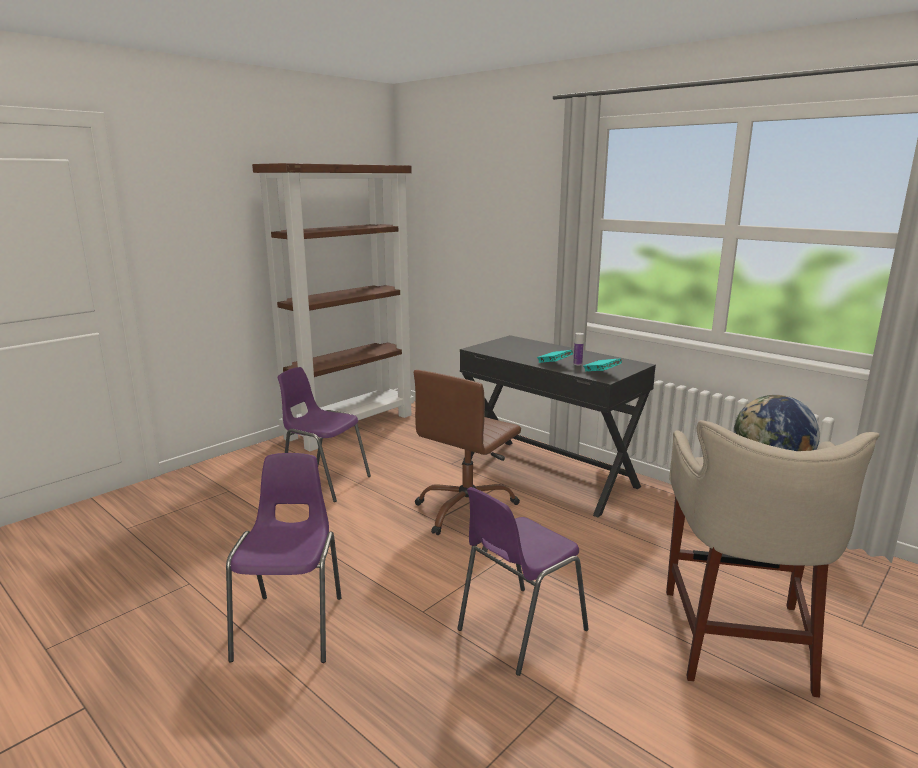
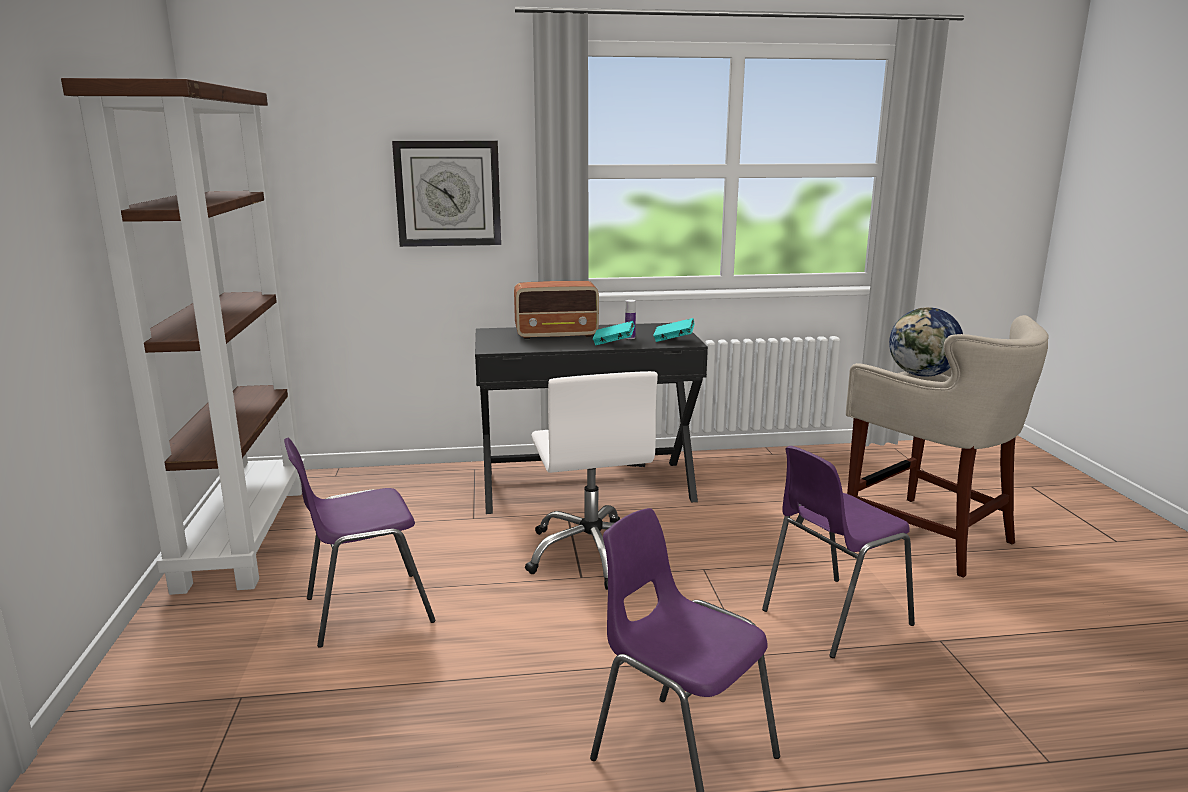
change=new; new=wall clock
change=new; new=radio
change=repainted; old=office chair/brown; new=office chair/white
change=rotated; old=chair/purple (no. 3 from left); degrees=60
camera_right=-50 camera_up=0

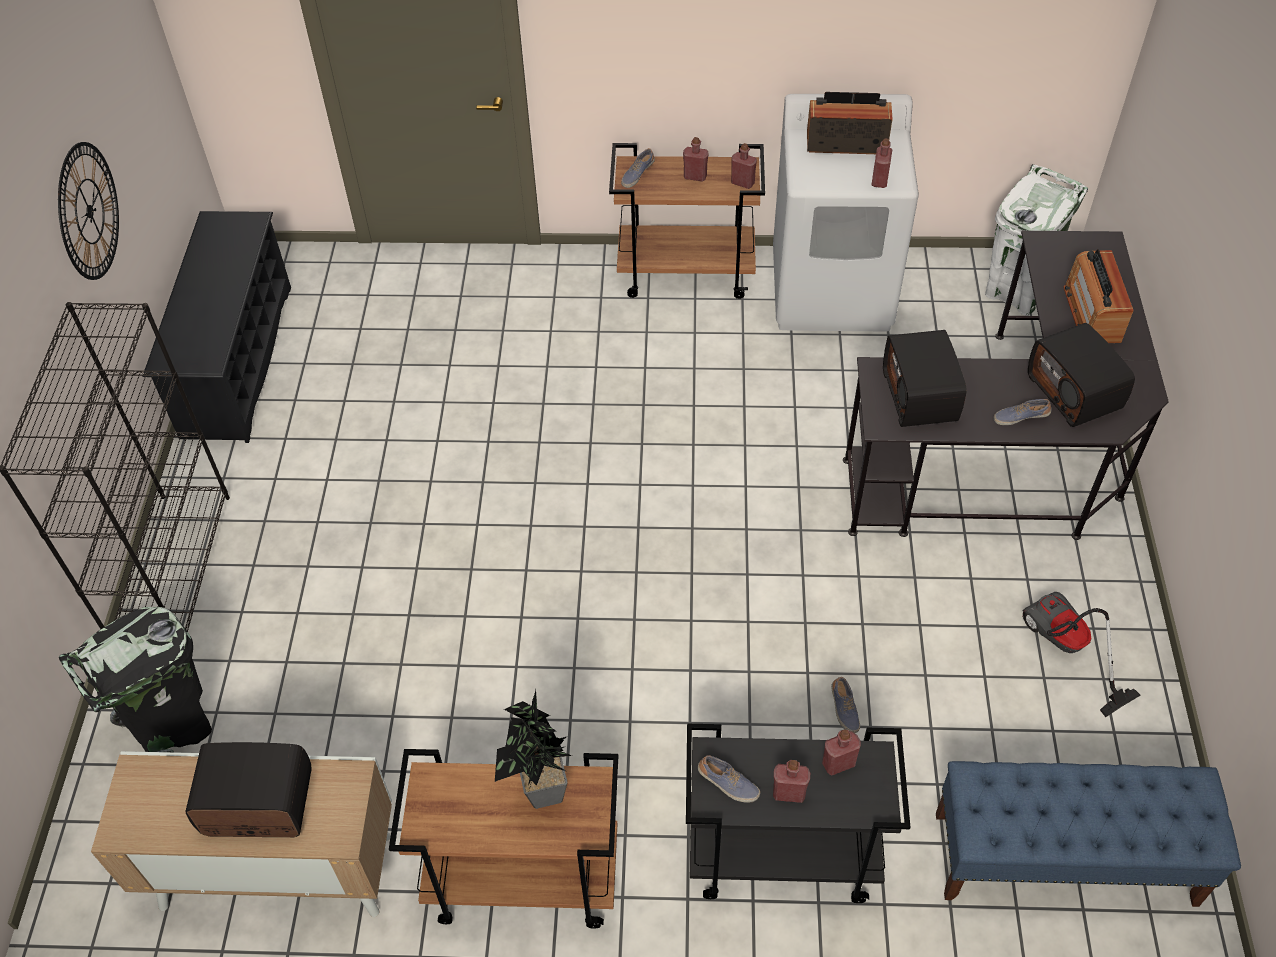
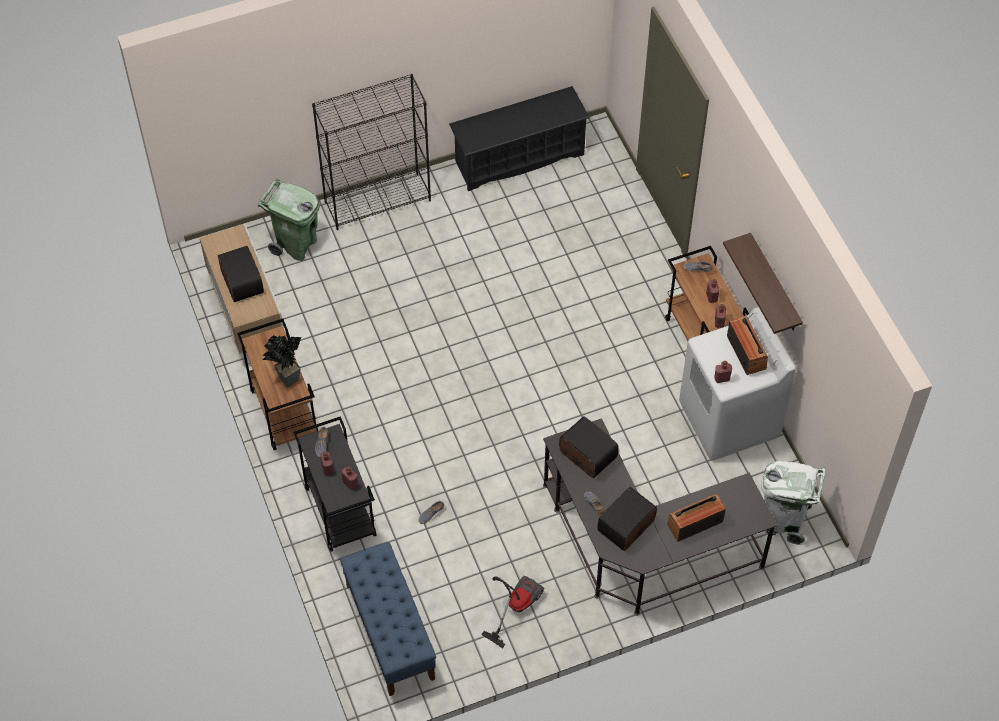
change=repainted; old=trash can/black; new=trash can/green
change=rotated; old=radio (no. 3 from left in the first image); degrees=75
change=new; new=shelf
change=gone; old=wall clock
camera_right=65 camera_up=5

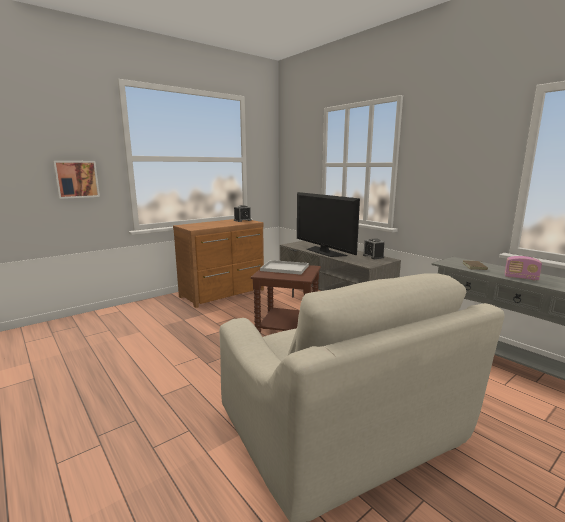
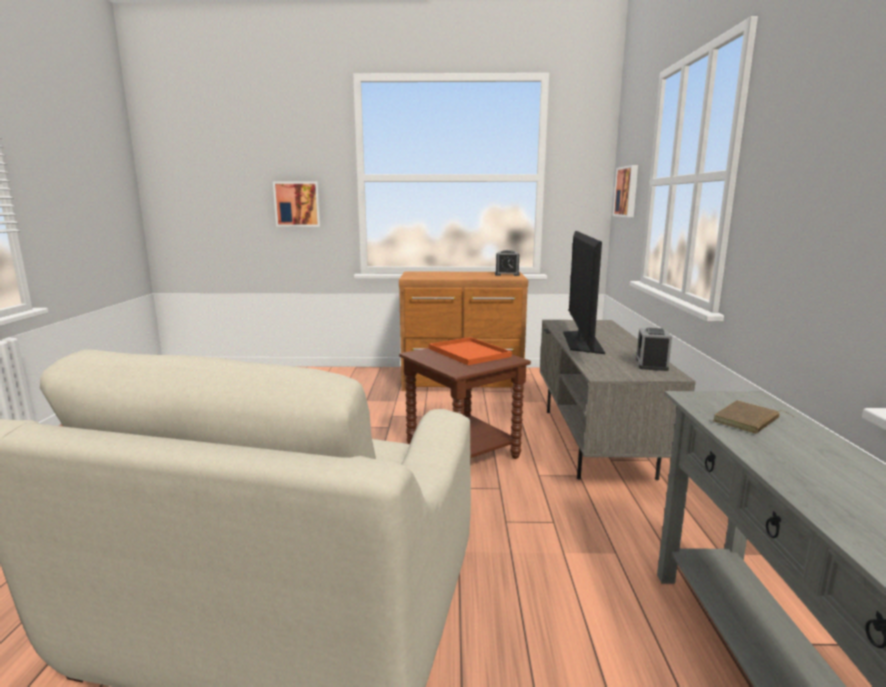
change=repainted; old=tray/white; new=tray/orange
change=new; new=picture (no. 2 from left)
change=gone; old=radio
camera_right=40 camera_up=0

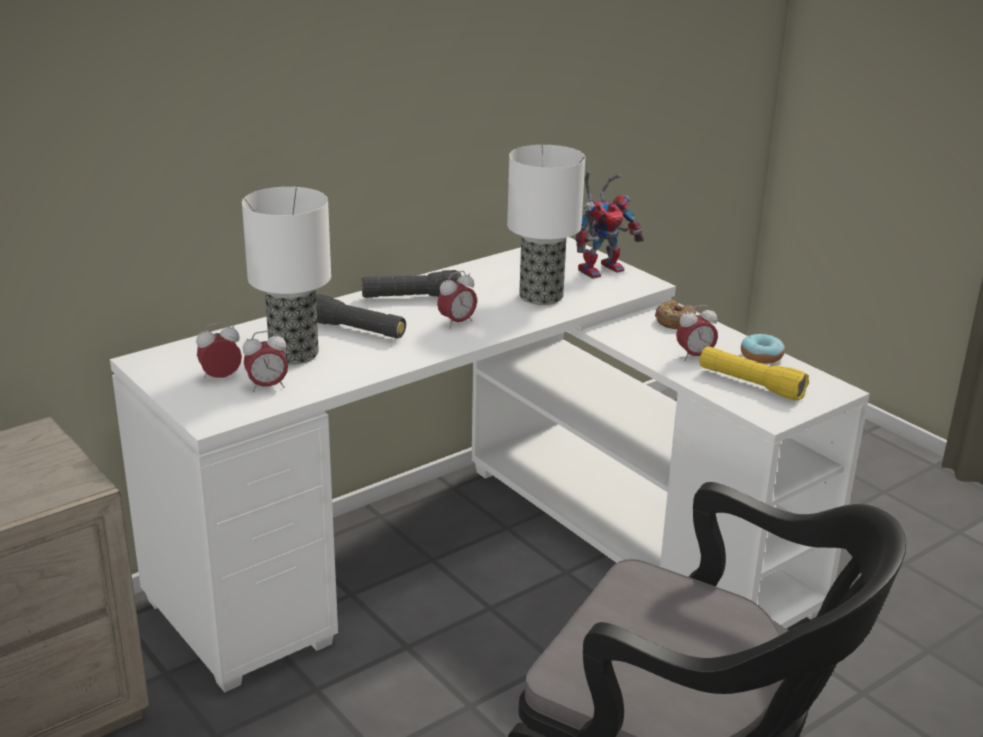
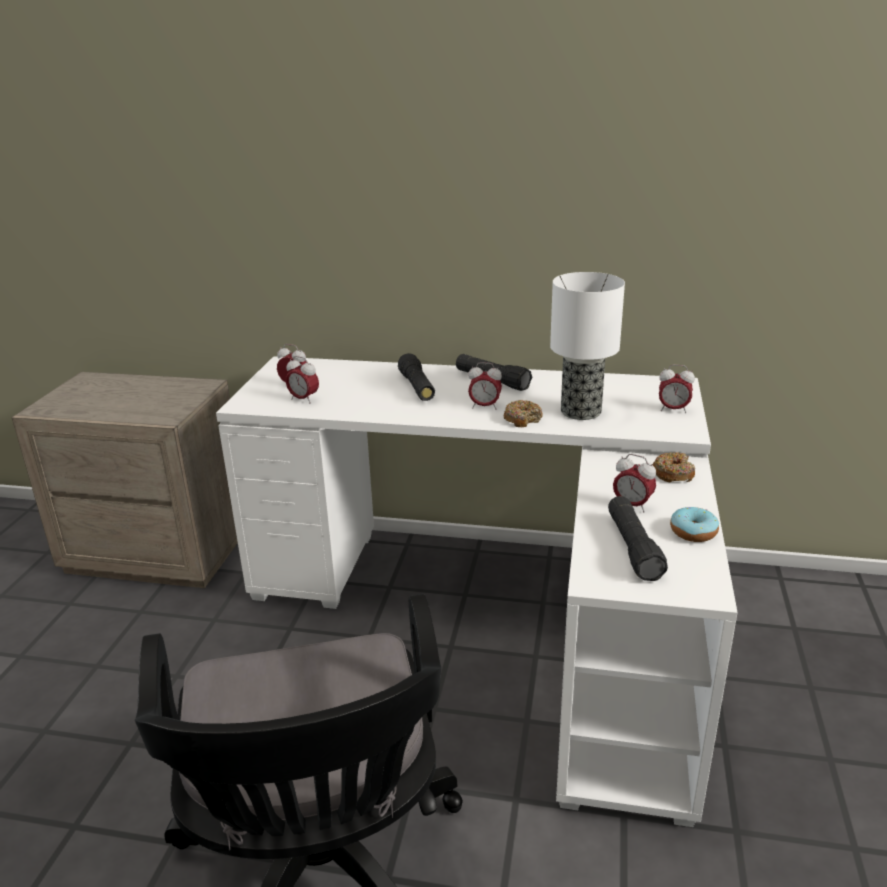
change=new; new=donut (no. 1 from left)
change=repainted; old=flashlight/yellow; new=flashlight/black (no. 3 from left)
change=swapped; old=toy robot; new=alarm clock (no. 5 from left)
change=gone; old=table lamp (no. 1 from left)
camera_right=50 camera_up=0

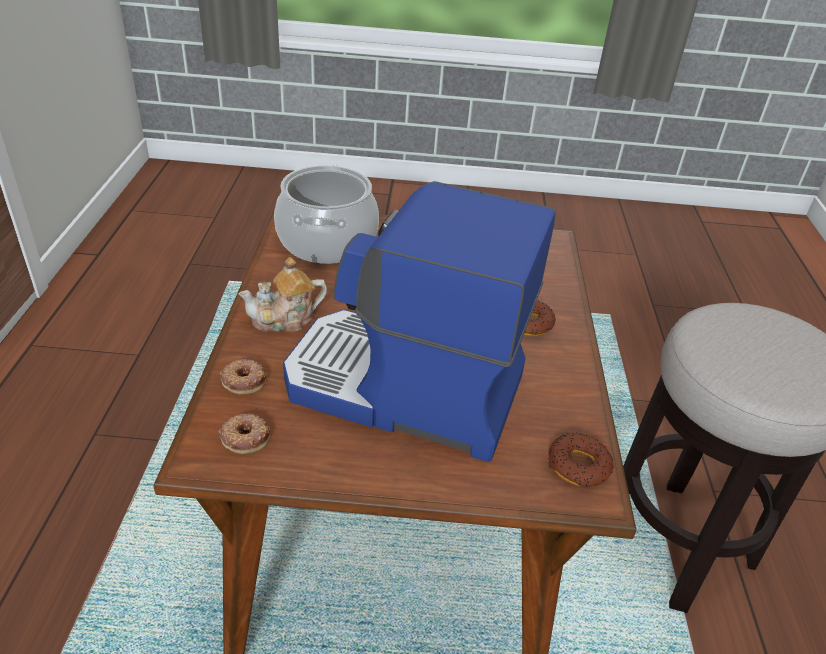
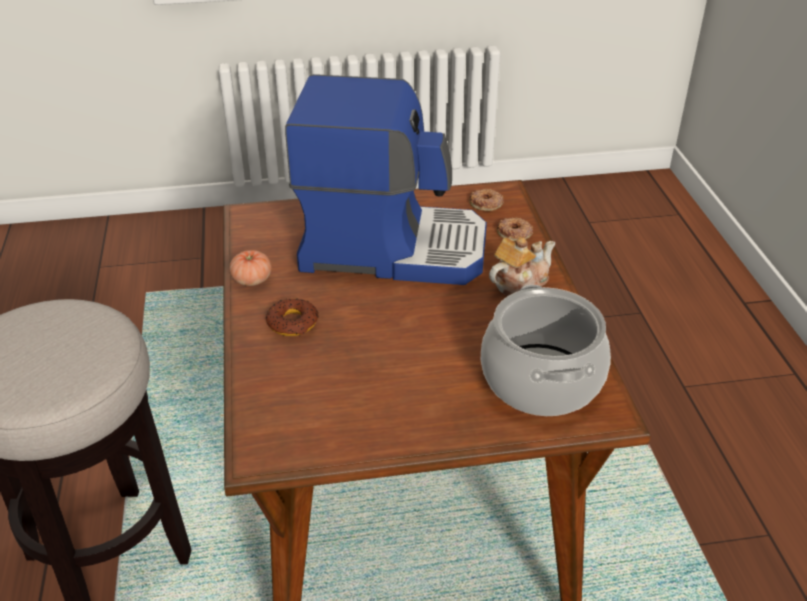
change=new; new=tomato
change=gone; old=donut (no. 4 from left)
camera_right=170 camera_up=0

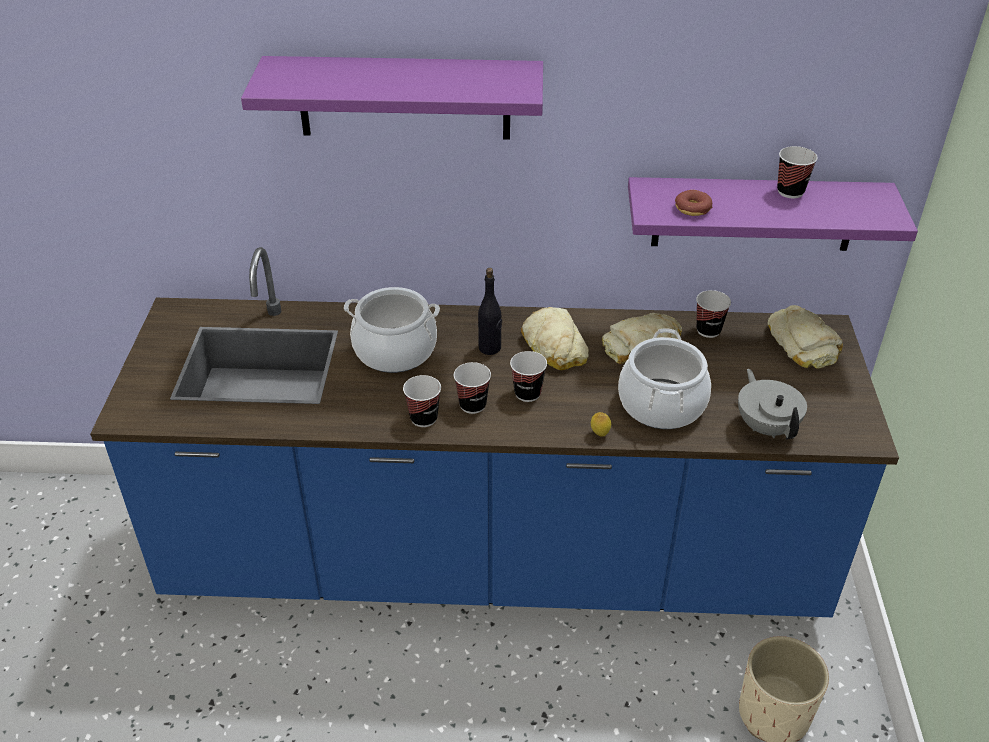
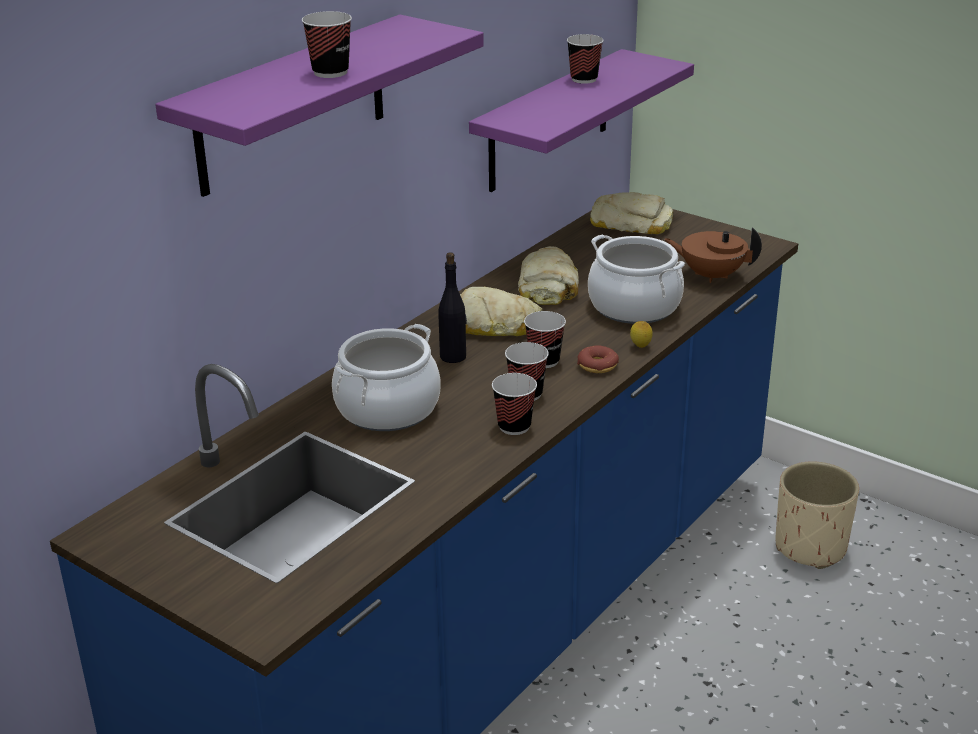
change=shifted; old=cup (no. 4 from left in the first image); new=cup (no. 1 from left)
change=shifted; old=donut
change=repainted; old=teapot/grey; new=teapot/brown
camera_right=-55 camera_up=-10

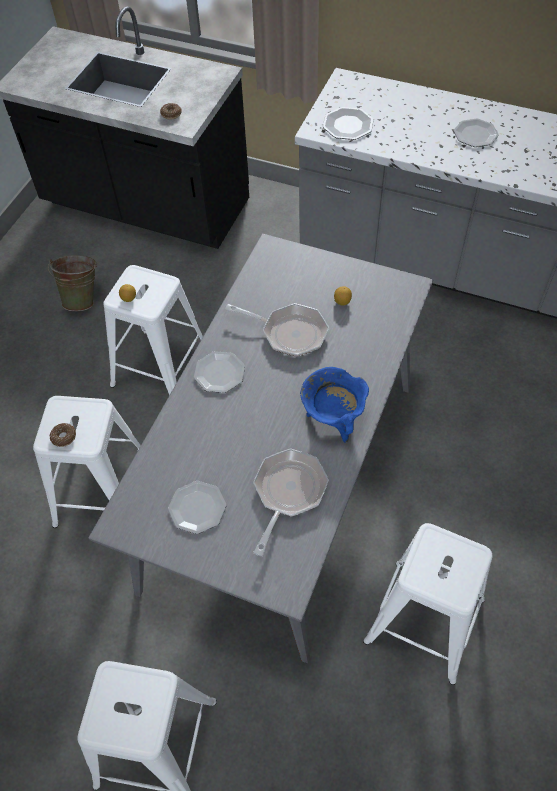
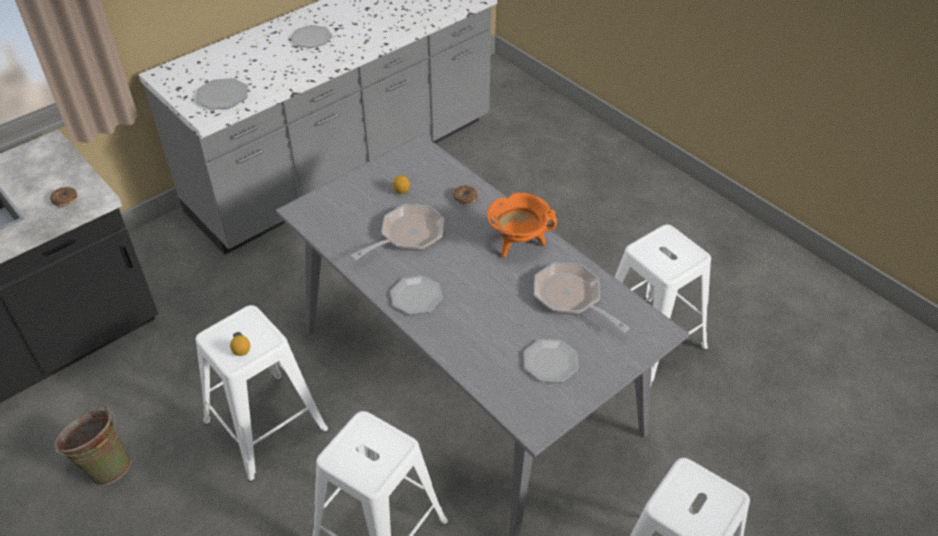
change=shifted; old=donut (no. 1 from left in the first image); new=donut (no. 2 from left)
change=repainted; old=cooking pot/blue; new=cooking pot/orange
camera_right=-65 camera_up=-10

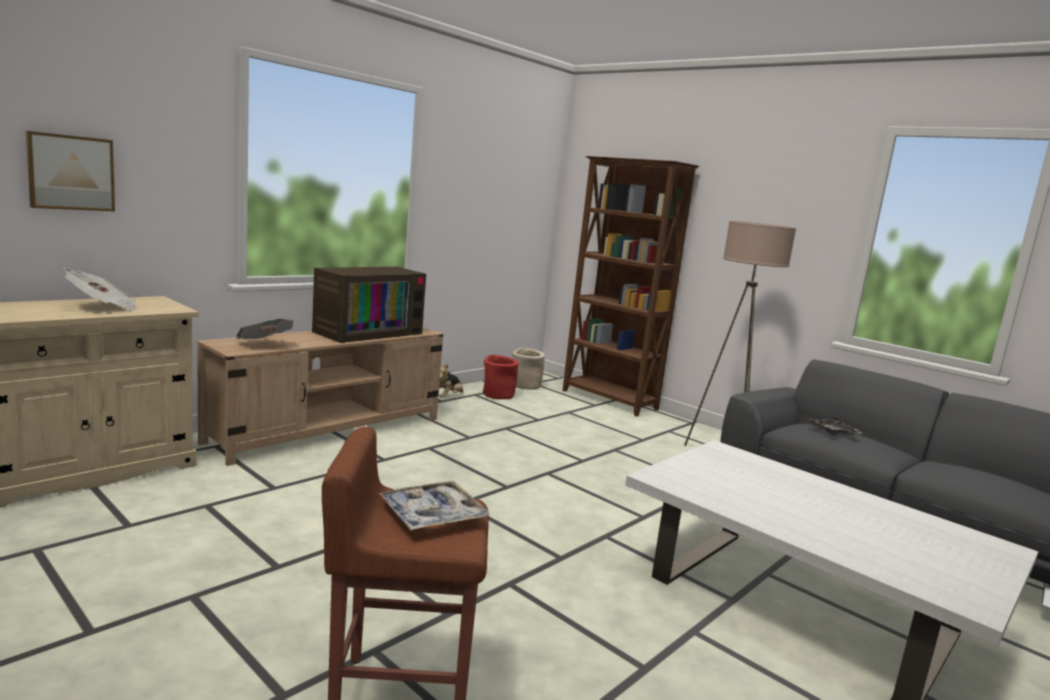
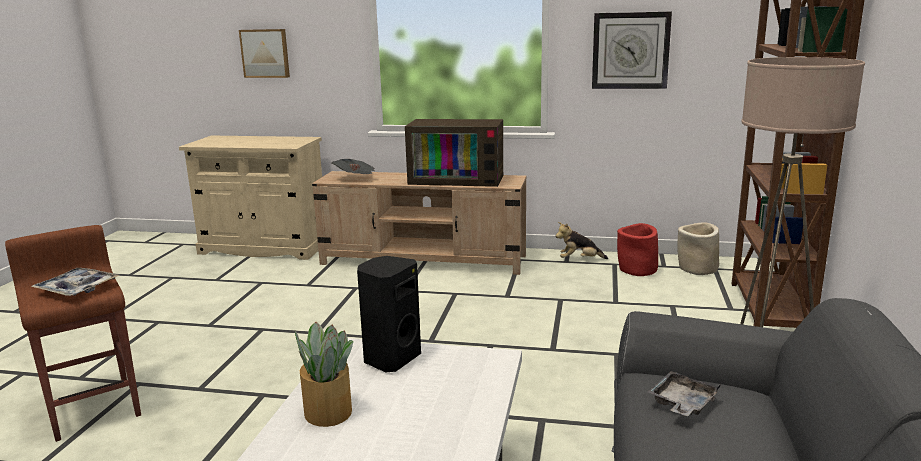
change=new; new=potted plant
change=new; new=speaker/black
change=new; new=wall clock
change=gone; old=newspaper (no. 1 from left)
camera_right=60 camera_up=5

